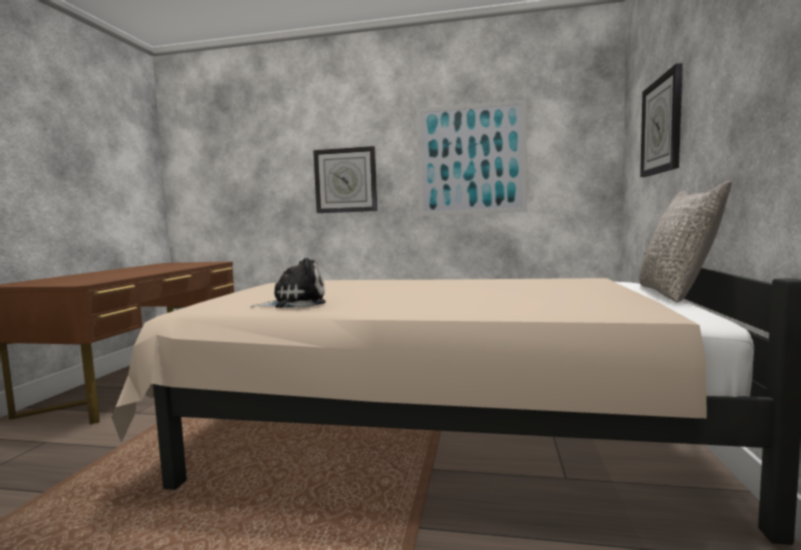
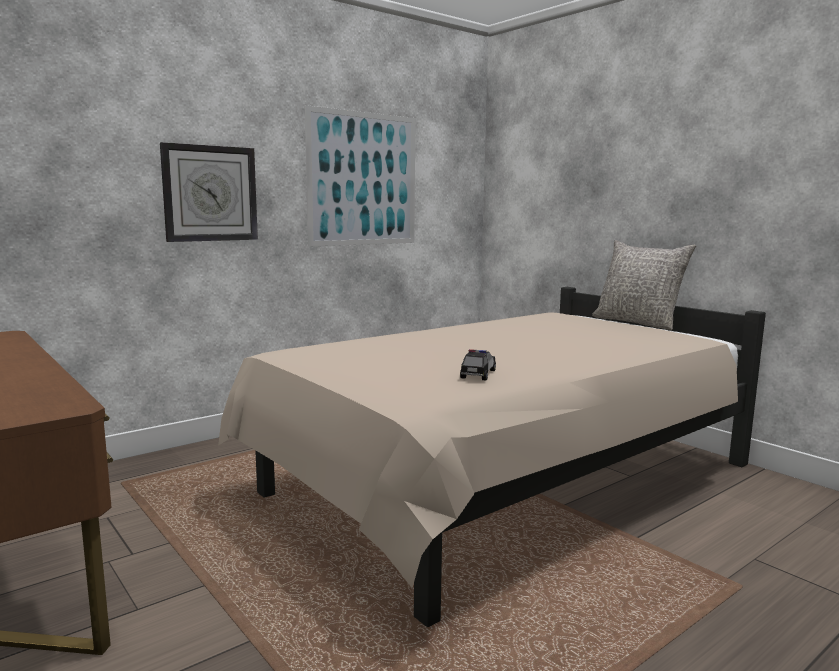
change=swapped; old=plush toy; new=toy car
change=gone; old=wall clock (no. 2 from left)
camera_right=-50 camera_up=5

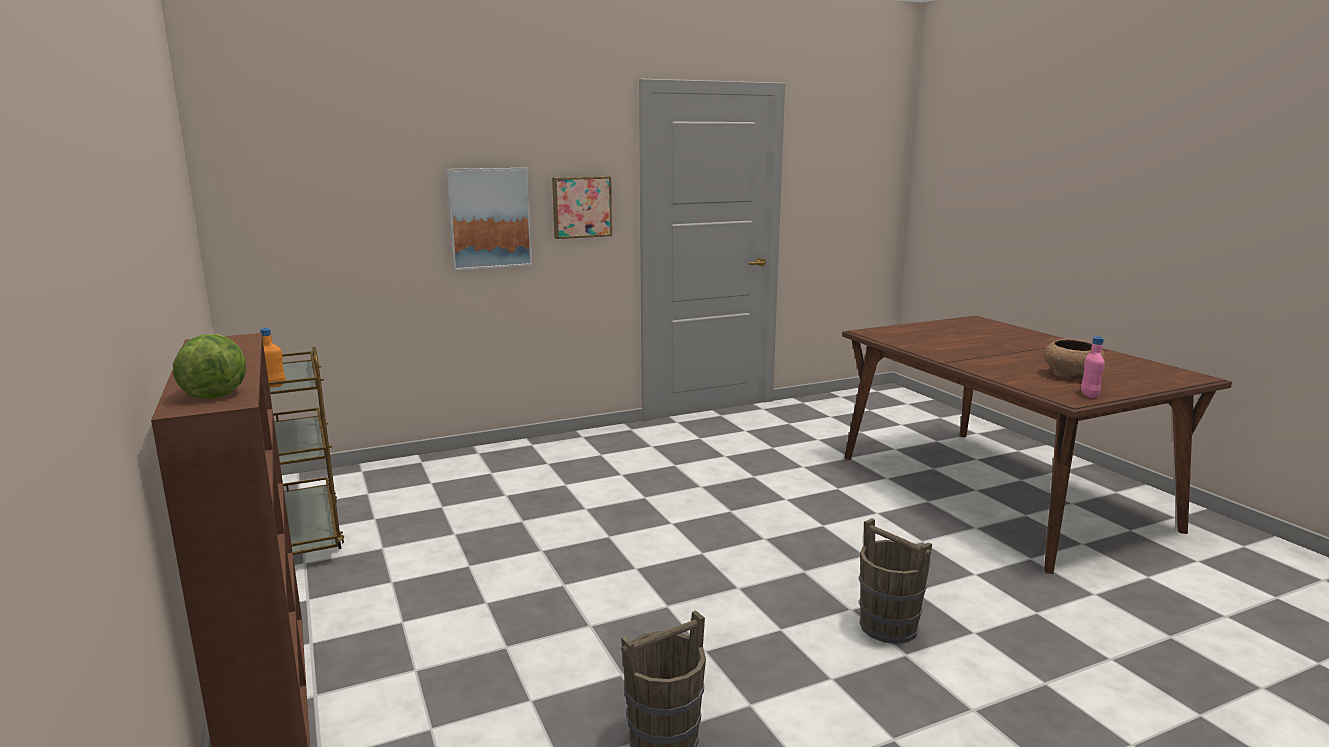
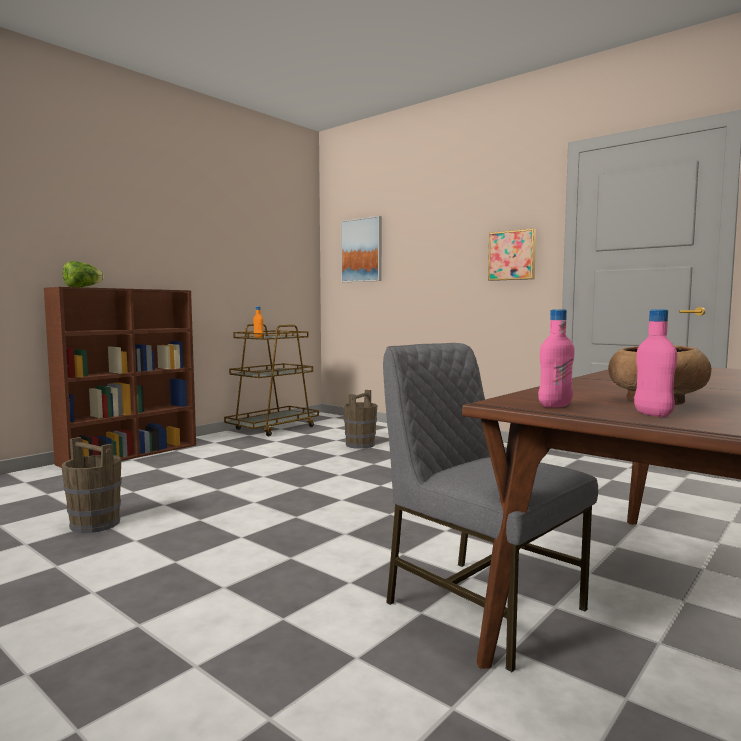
change=shifted; old=picture (no. 1 from left)
change=shifted; old=bucket/brown (no. 2 from left)
change=new; new=chair/grey
change=new; new=bottle/pink (no. 2 from left)
camera_right=65 camera_up=-10

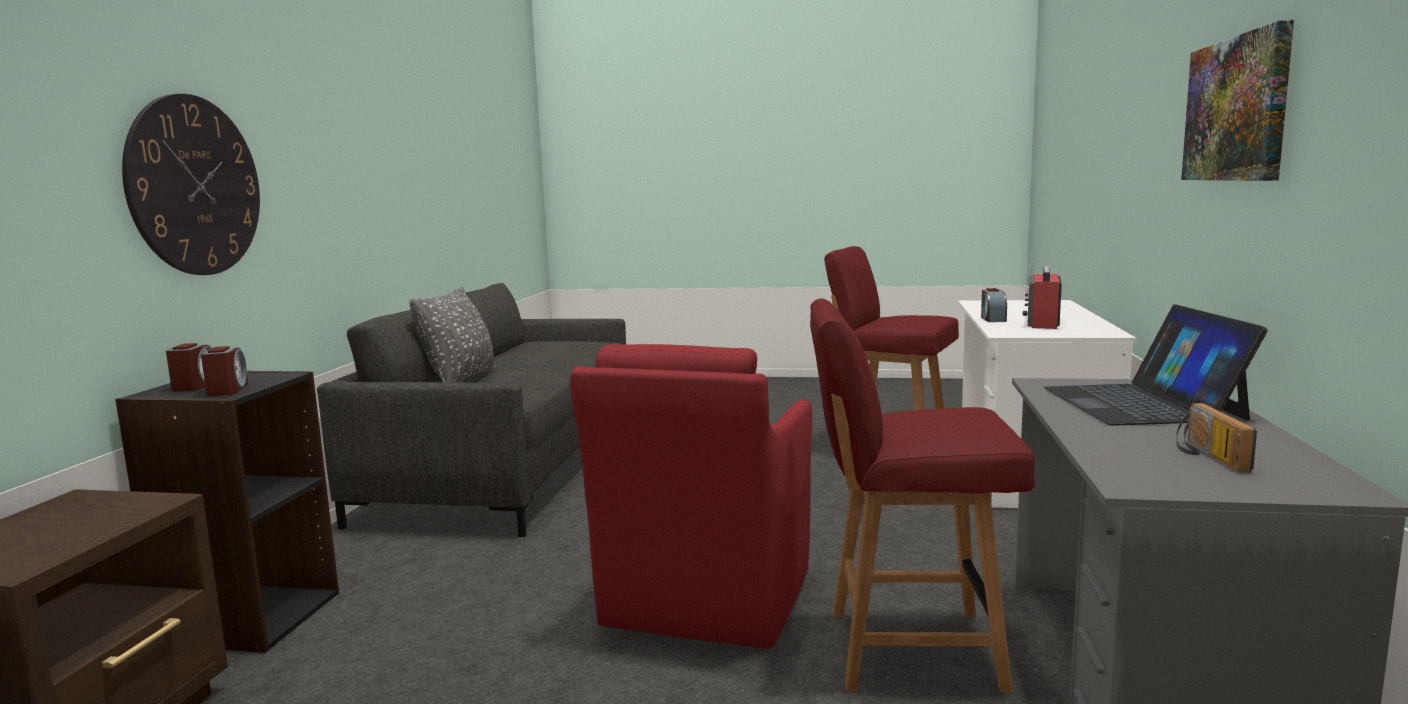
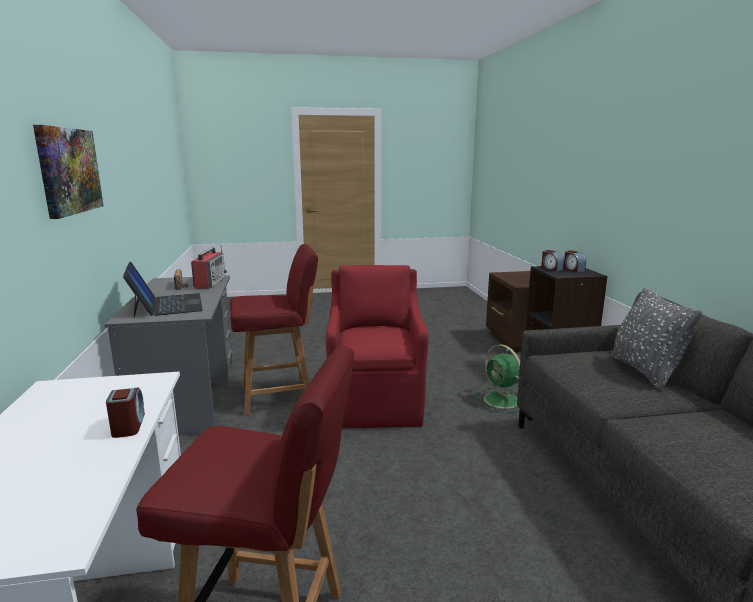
change=shifted; old=radio (no. 1 from left in the first image); new=radio (no. 2 from left)
change=new; new=fan/green
change=gone; old=wall clock
camera_right=160 camera_up=5

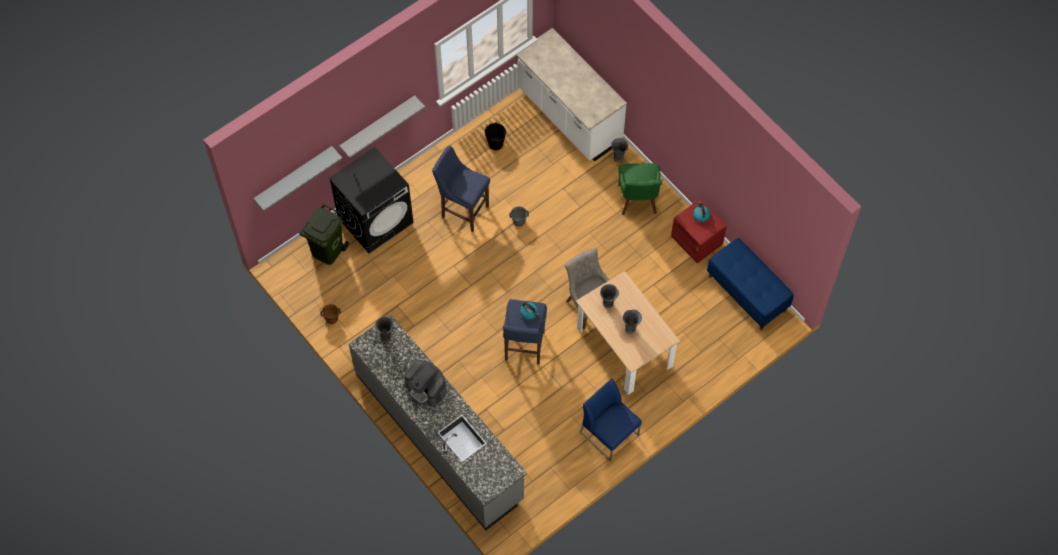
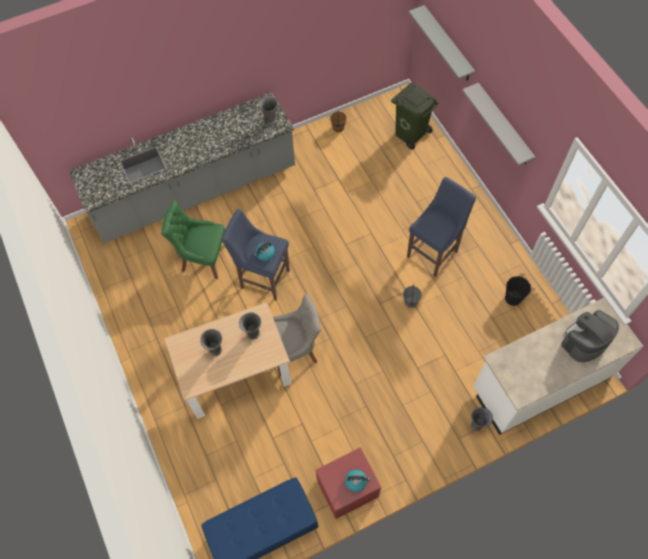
change=shifted; old=chair/green
change=shifted; old=coffee machine
change=gone; old=washing machine/black
change=gone; old=chair/blue
camera_right=105 camera_up=0

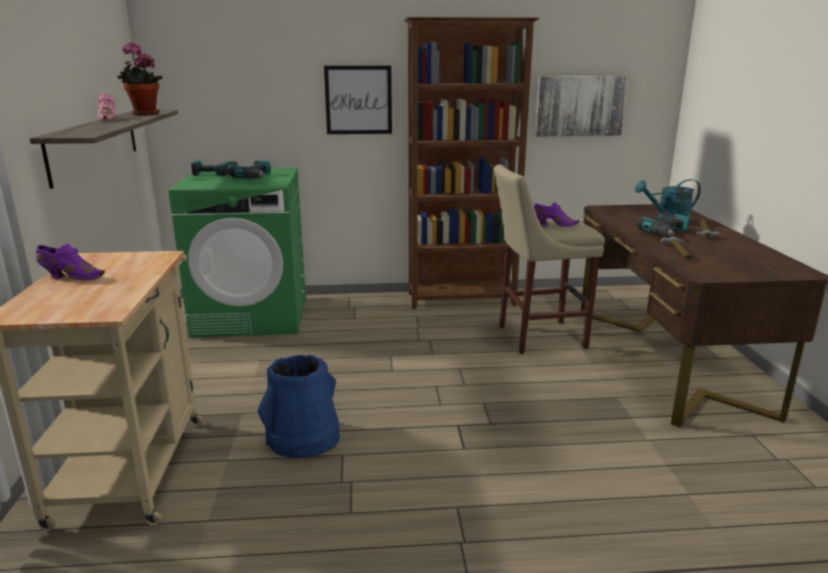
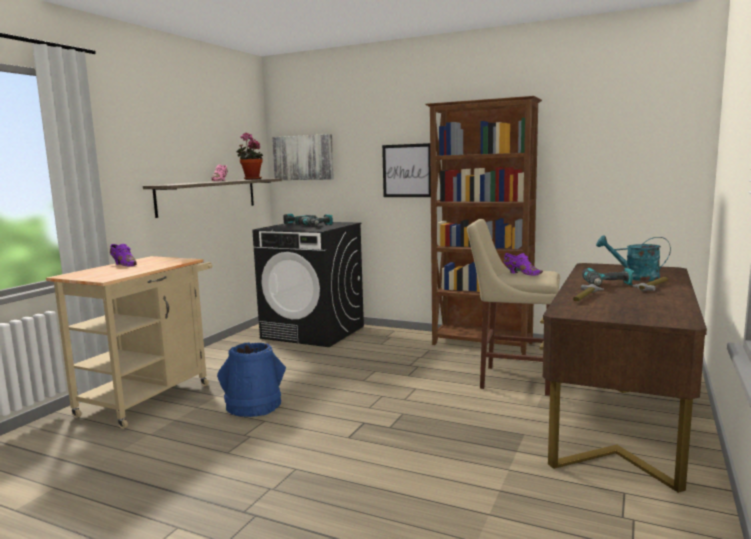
change=repainted; old=washing machine/green; new=washing machine/black
change=shifted; old=picture (no. 2 from left in the first image); new=picture (no. 1 from left)
camera_right=30 camera_up=-10

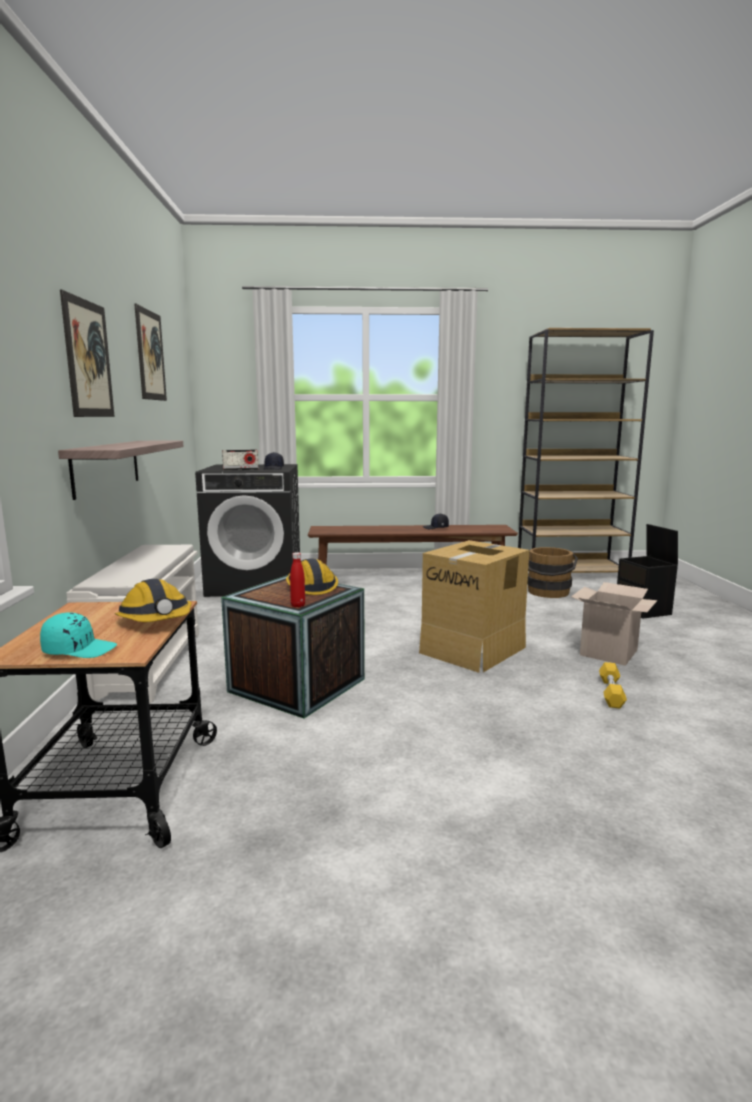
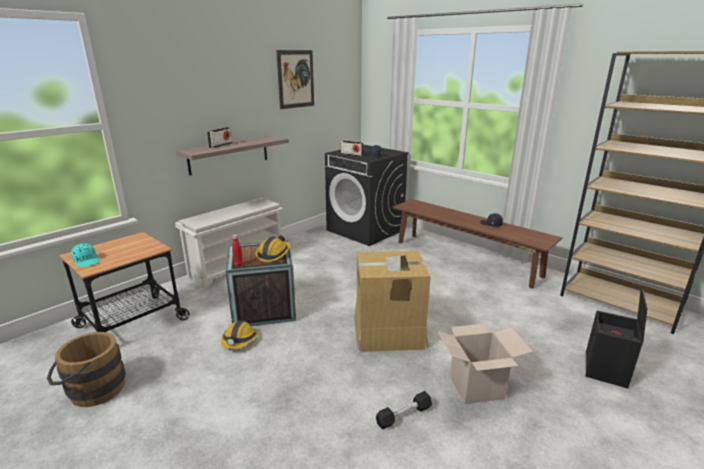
change=shifted; old=bucket/brown
change=new; new=radio (no. 1 from left)
change=shifted; old=hard hat (no. 1 from left)
change=repainted; old=dumbbell/yellow; new=dumbbell/black
change=gone; old=picture (no. 1 from left)
camera_right=45 camera_up=10

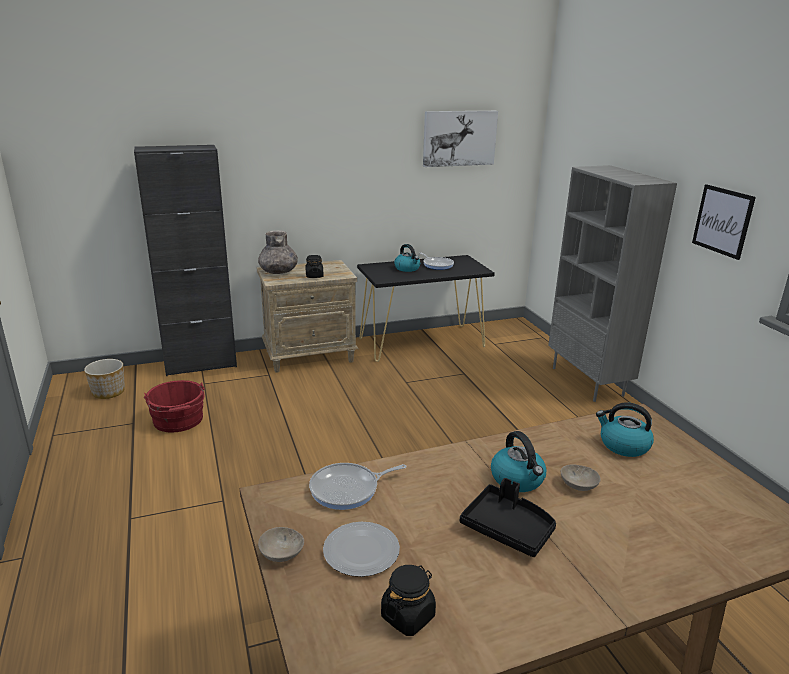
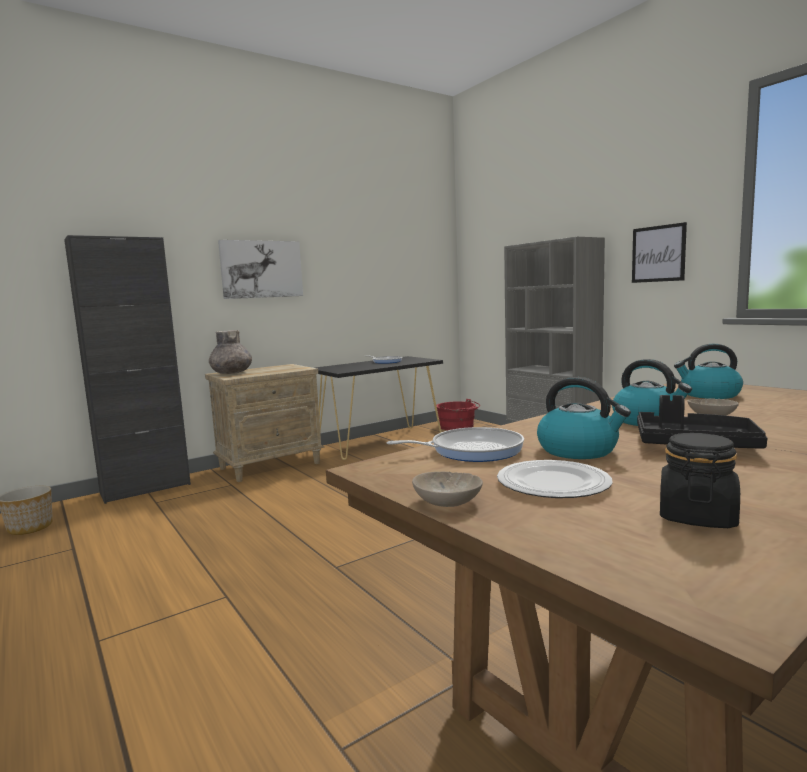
change=shifted; old=picture (no. 1 from left)
change=rotated; old=frying pan (no. 1 from left in the first image); degrees=-150
change=shifted; old=bucket/red
change=shifted; old=kettle (no. 1 from left)
change=gone; old=jar/black (no. 1 from left)
camera_right=-15 camera_up=-15

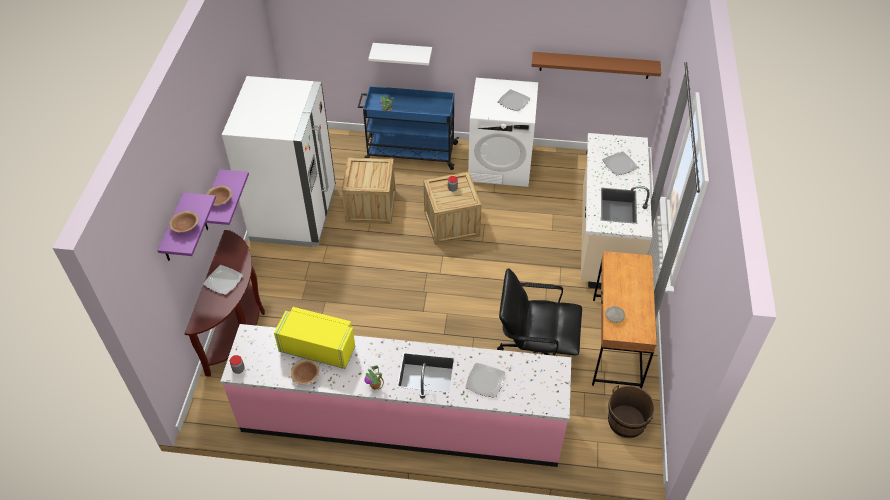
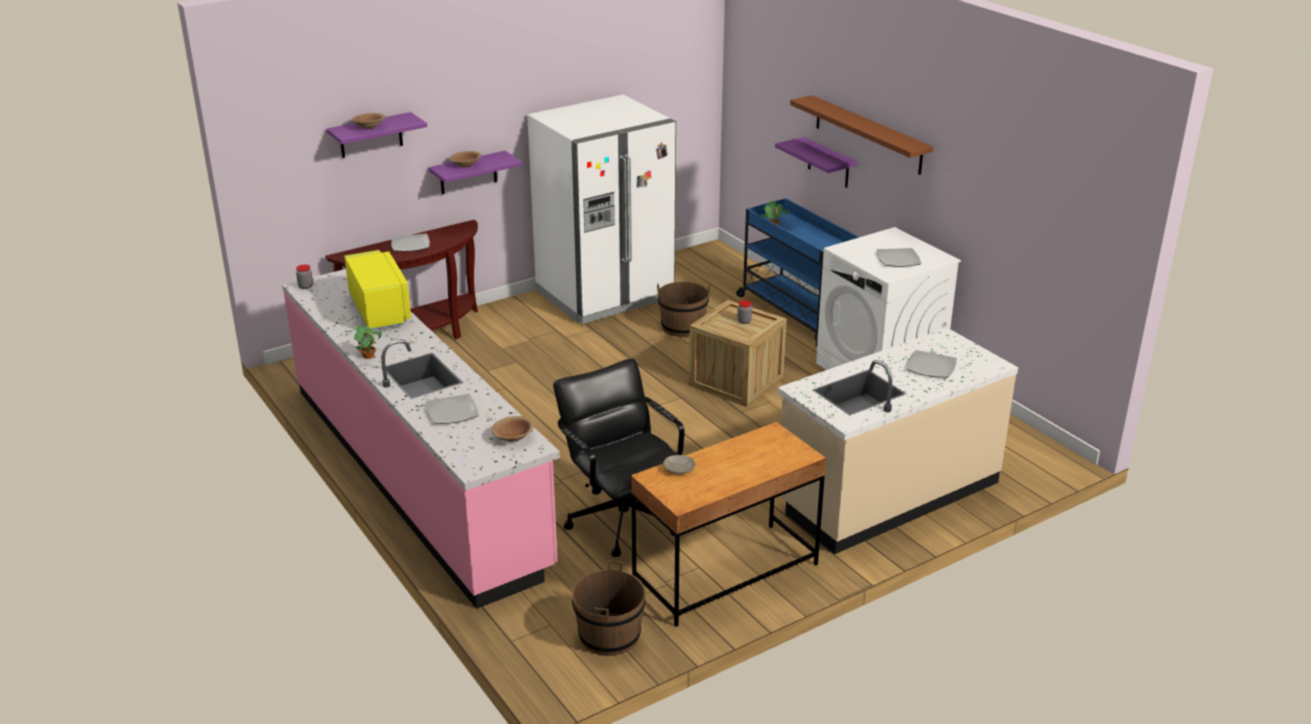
change=shifted; old=bowl/brown (no. 3 from left)
change=swapped; old=crate (no. 1 from left); new=bucket/brown (no. 2 from left)
change=repainted; old=shelf/white; new=shelf/purple (no. 3 from left)
change=shifted; old=shelf/brown
camera_right=50 camera_up=-20

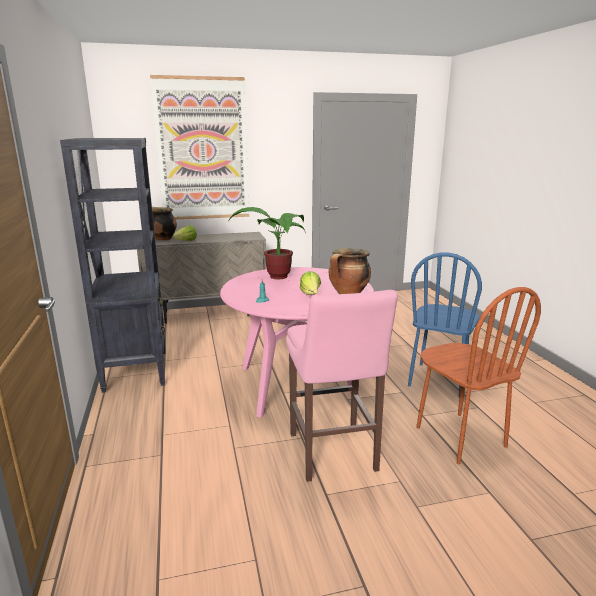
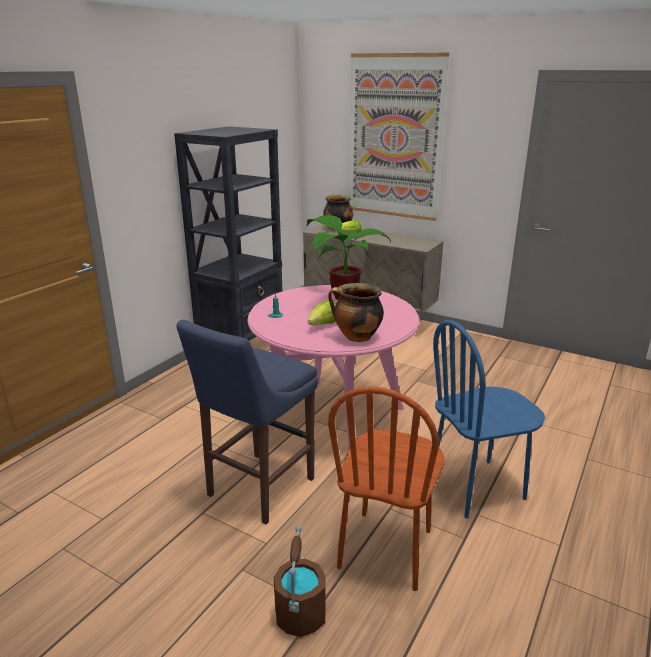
change=repainted; old=stool/pink; new=stool/blue
change=new; new=bucket/brown
camera_right=45 camera_up=5

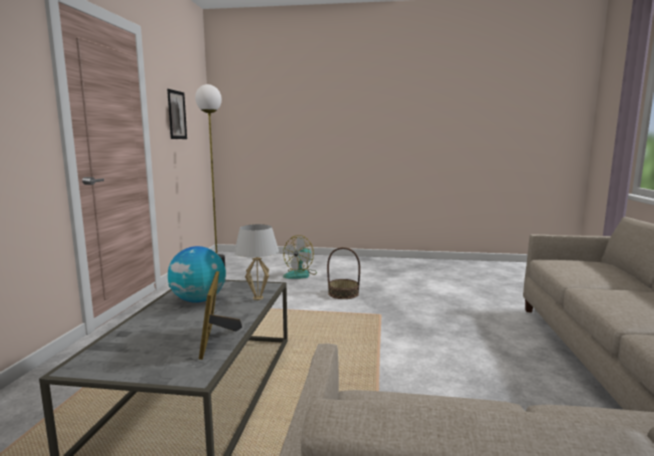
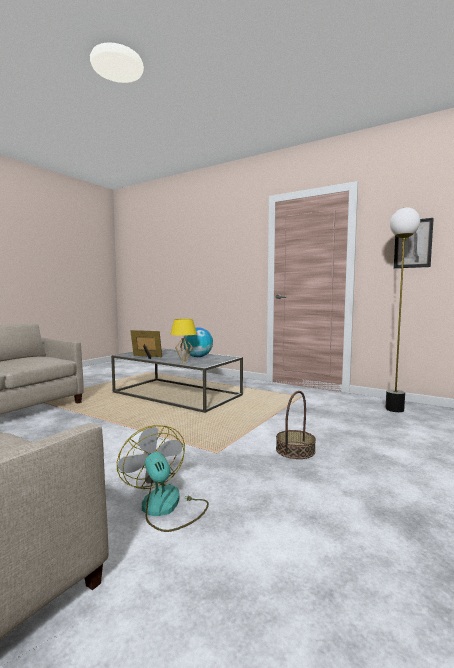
change=shifted; old=fan
change=repainted; old=table lamp/white; new=table lamp/yellow
camera_right=115 camera_up=-5

